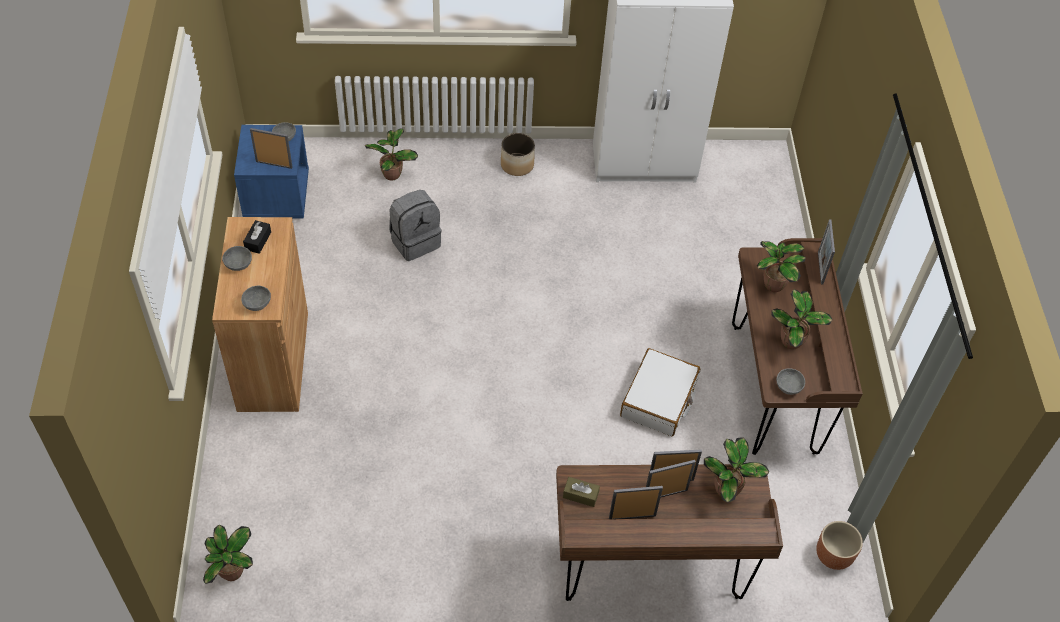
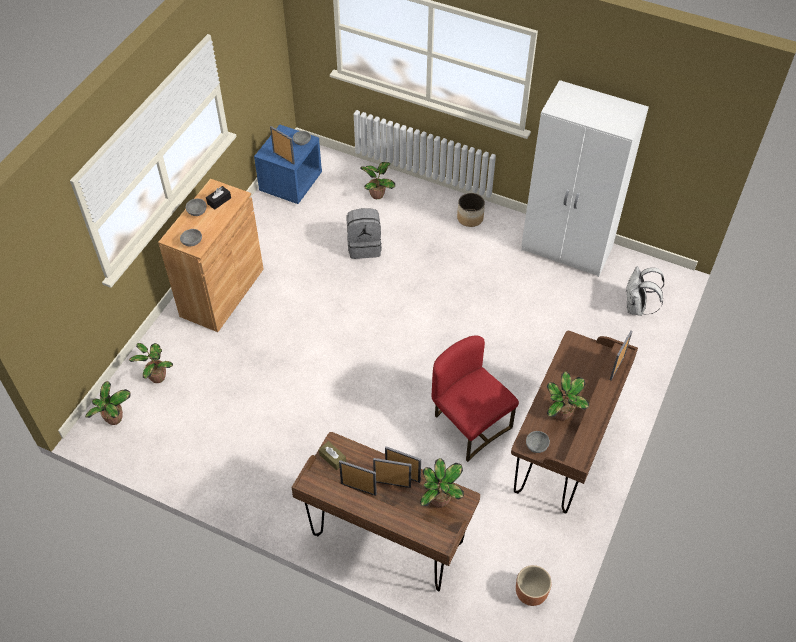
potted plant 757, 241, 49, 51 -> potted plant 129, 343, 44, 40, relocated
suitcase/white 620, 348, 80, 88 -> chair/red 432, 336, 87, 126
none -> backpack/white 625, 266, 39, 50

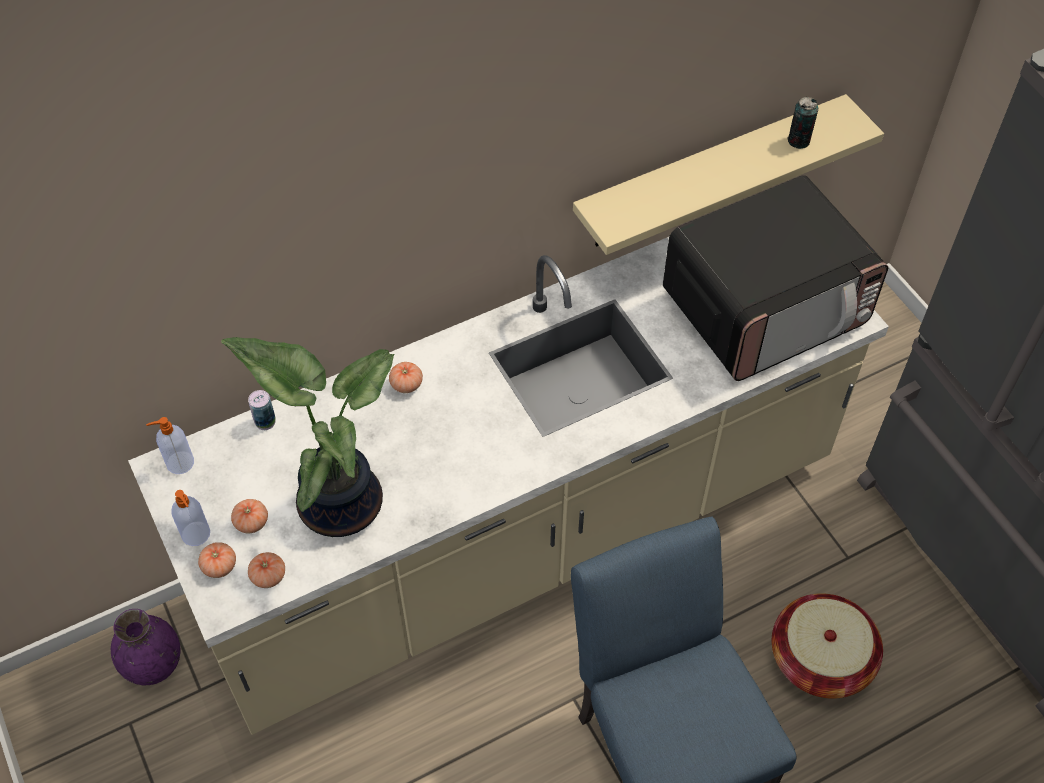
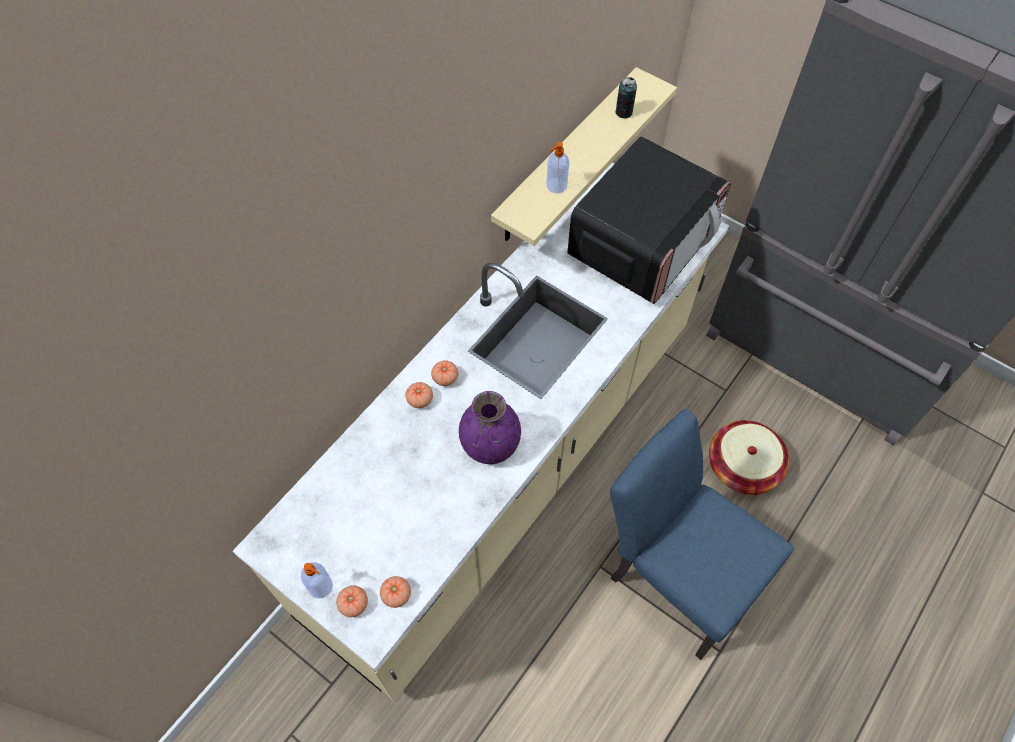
potted plant 221, 337, 174, 200 -> none
can 248, 390, 28, 40 -> none
soap dispenser 146, 417, 48, 57 -> soap dispenser 546, 142, 23, 52, relocated
tomato 231, 499, 37, 35 -> tomato 431, 360, 27, 26, relocated
vase/purple 111, 609, 70, 76 -> vase/purple 459, 391, 62, 73, relocated

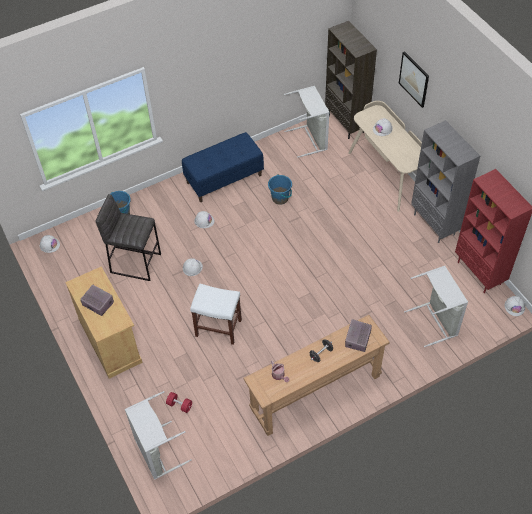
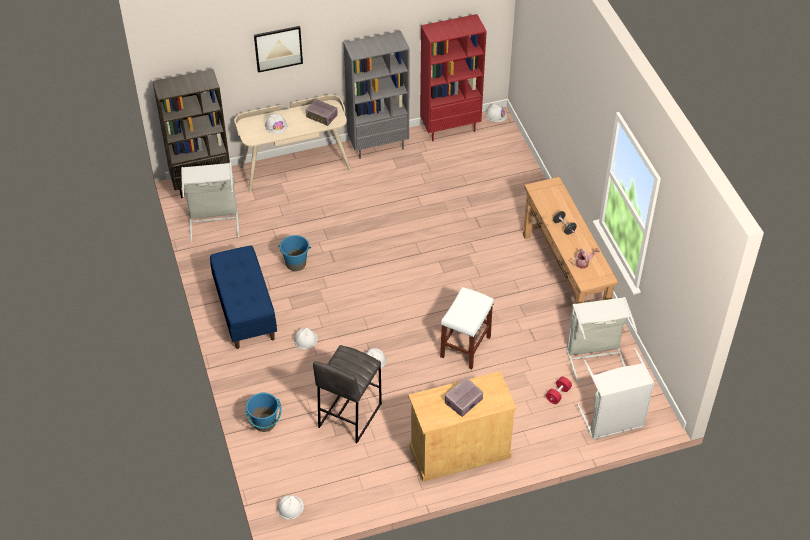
laundry basket/grey 404, 266, 64, 81 -> laundry basket/grey 566, 297, 72, 86, relocated
radio 345, 319, 27, 33 -> radio 306, 99, 31, 27, relocated

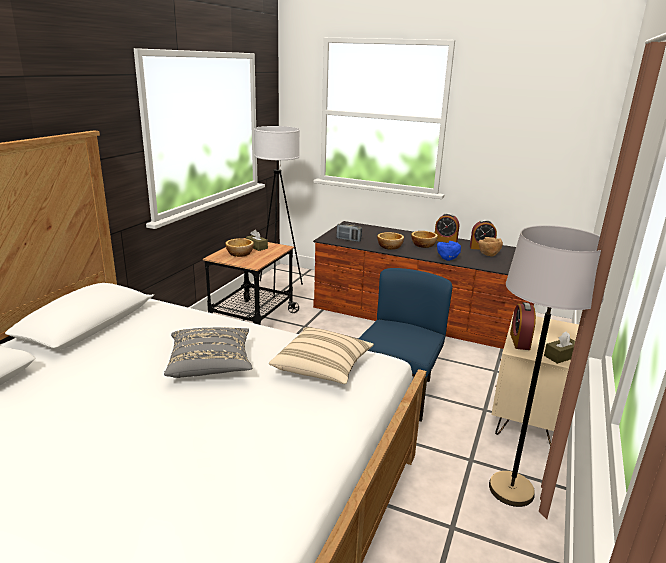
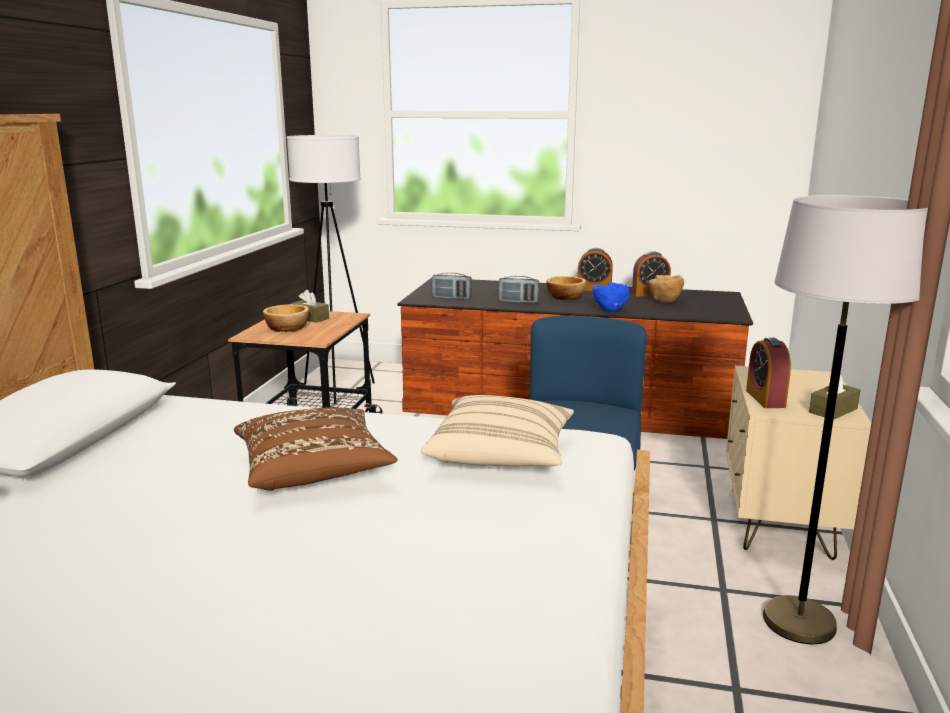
bowl 377, 232, 27, 18 -> radio 498, 276, 41, 27
pillow/grey 164, 327, 88, 51 -> pillow/brown 234, 407, 164, 84

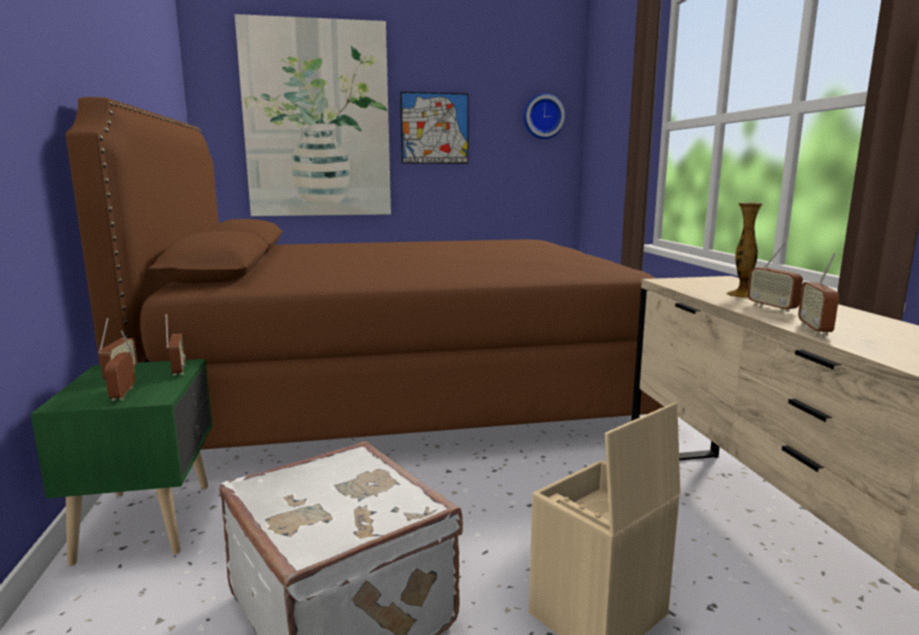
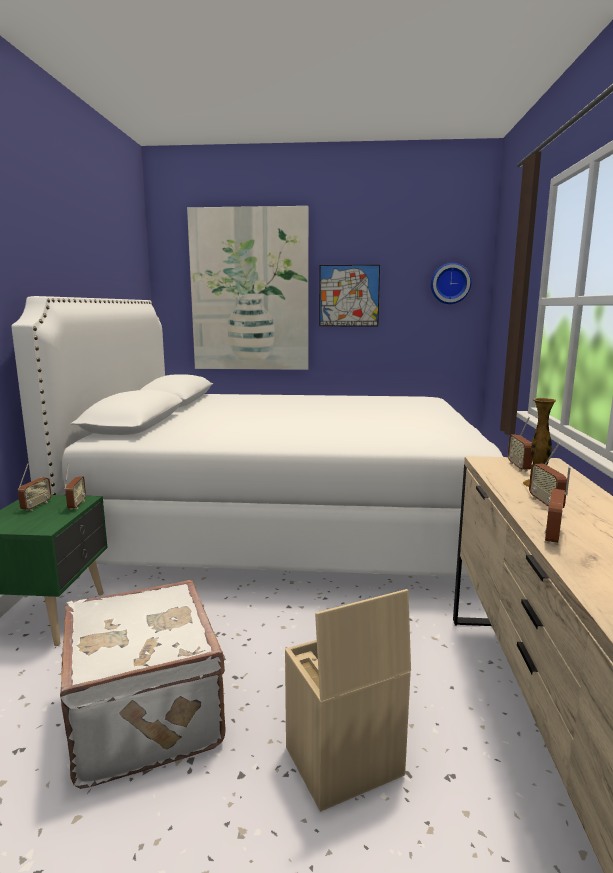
bed/brown 66, 97, 598, 353 -> bed/white 12, 296, 491, 281
radio 105, 331, 30, 70 -> radio 508, 417, 24, 55, relocated

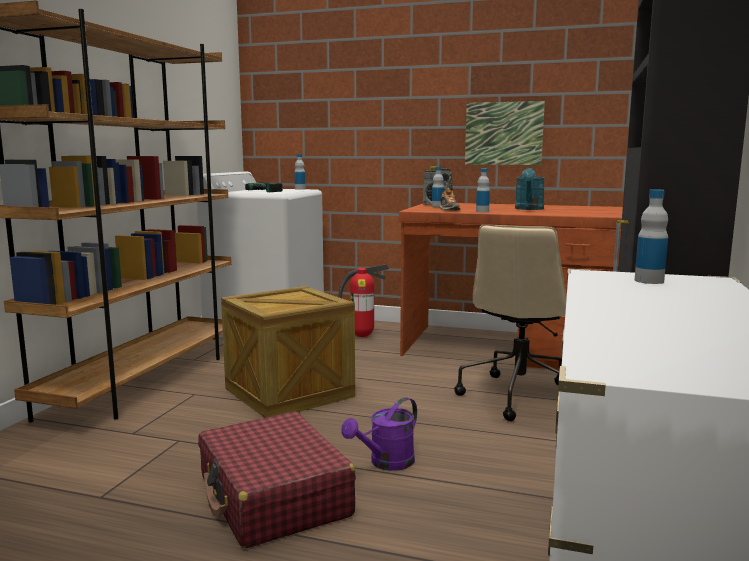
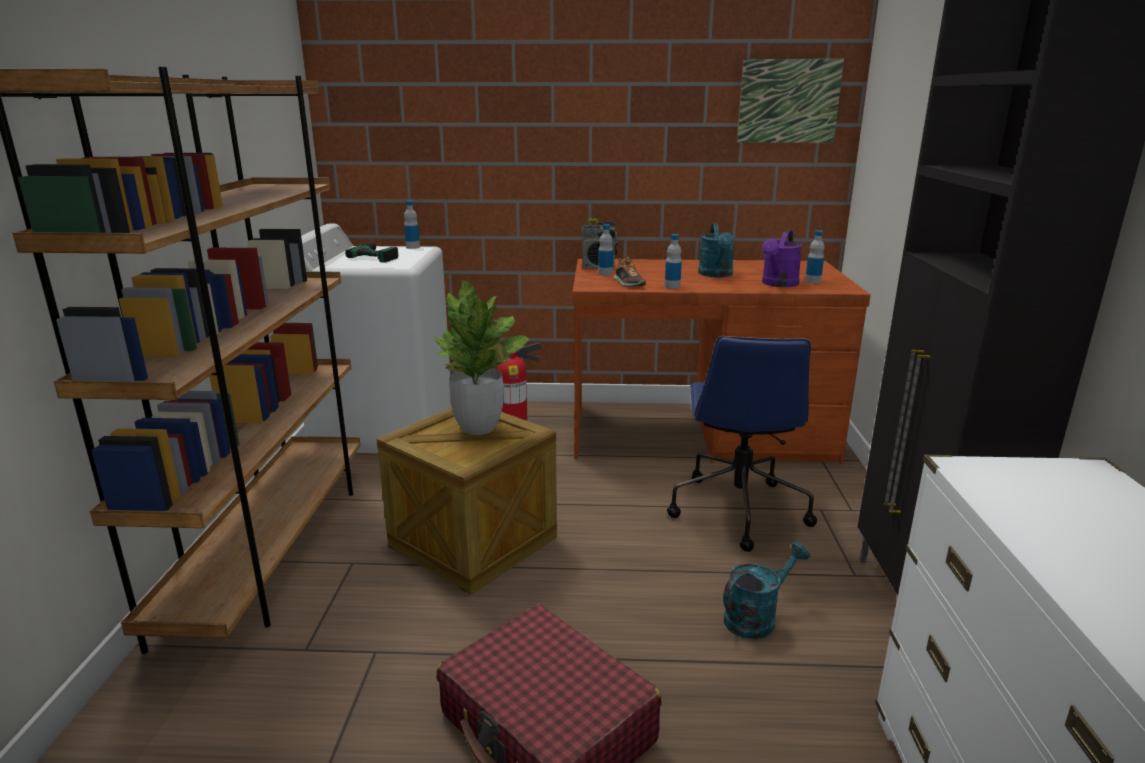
picture 465, 101, 80, 64 -> picture 737, 59, 107, 84, relocated
bottle 635, 189, 33, 95 -> bottle 805, 230, 20, 54, relocated
office chair/beige 454, 224, 113, 197 -> office chair/blue 667, 336, 150, 216
watering can/purple 341, 397, 76, 74 -> watering can/purple 762, 230, 40, 57, relocated
none -> potted plant 434, 280, 96, 155
none -> watering can/turquoise 723, 542, 87, 97

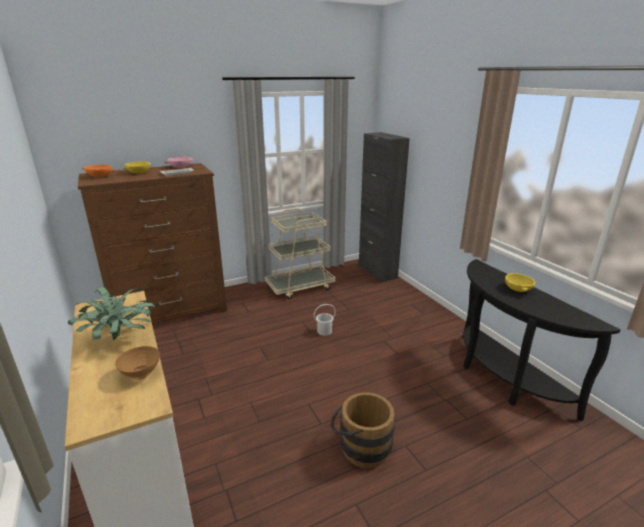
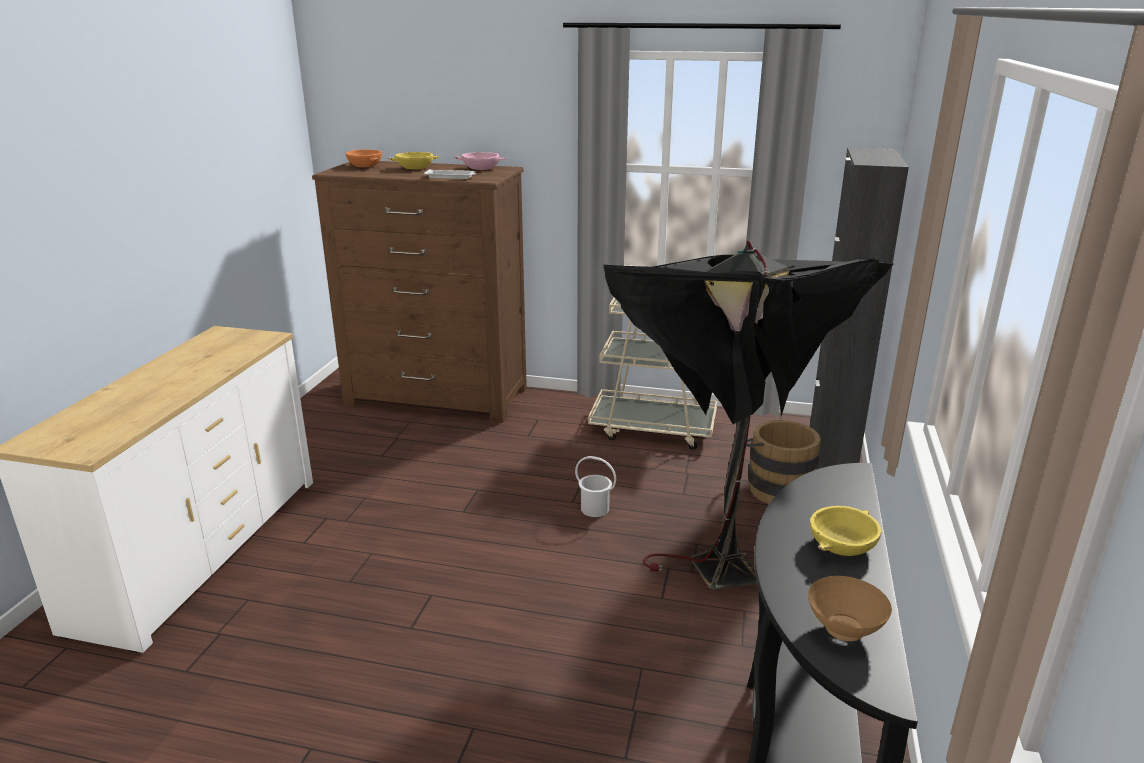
potted plant 68, 287, 87, 53 -> none
bowl/brown 115, 346, 45, 34 -> bowl/brown 808, 576, 84, 65, relocated
bucket/brown 331, 392, 64, 76 -> bucket/brown 746, 420, 75, 84, relocated
none -> floor lamp/black 604, 240, 289, 350

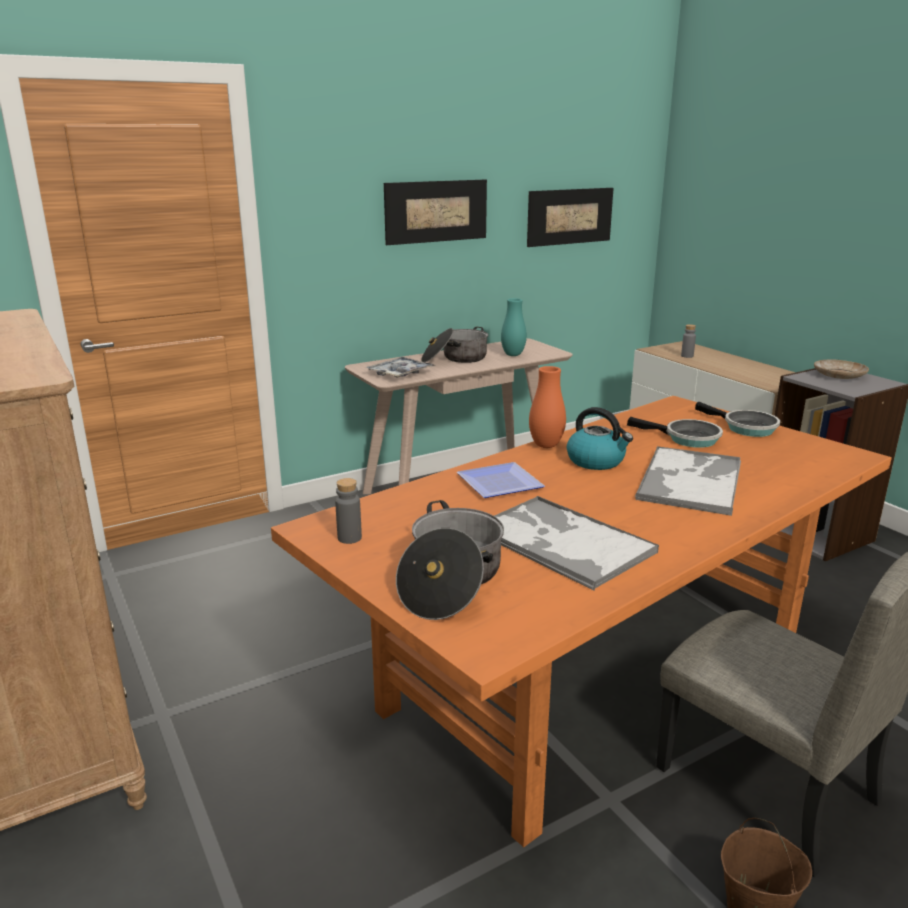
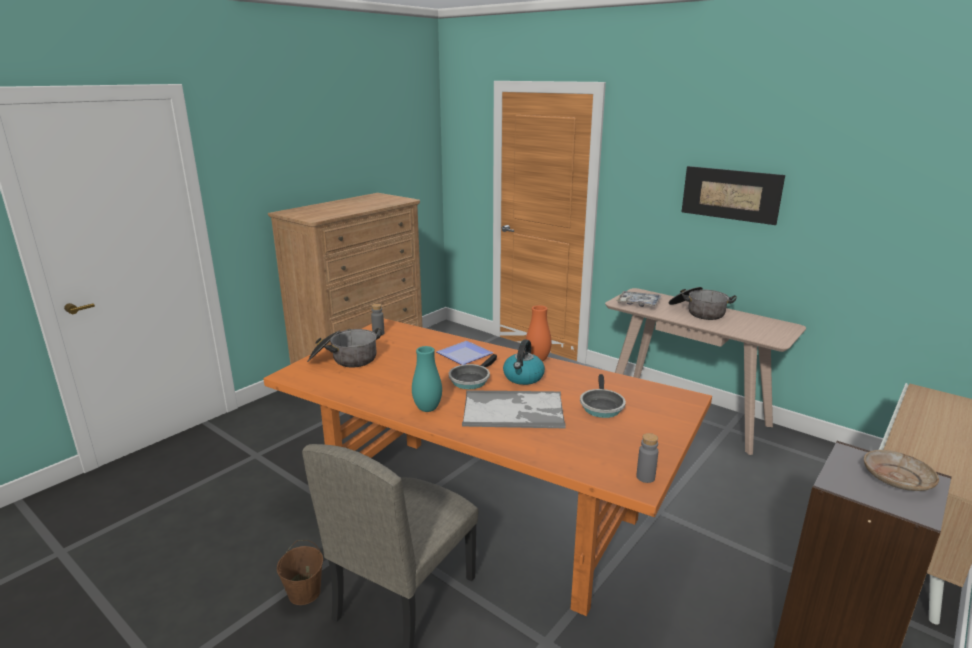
picture 527, 188, 87, 59 -> none
vase/turquoise 501, 298, 26, 58 -> vase/turquoise 412, 346, 30, 66, relocated
bottle/grey 681, 324, 15, 34 -> bottle/grey 636, 433, 22, 50, relocated
frying pan 695, 402, 85, 35 -> frying pan 449, 354, 48, 35, relocated
tray 494, 496, 165, 95 -> none

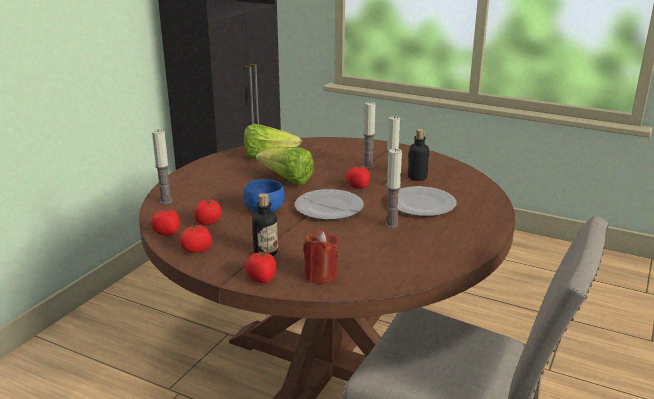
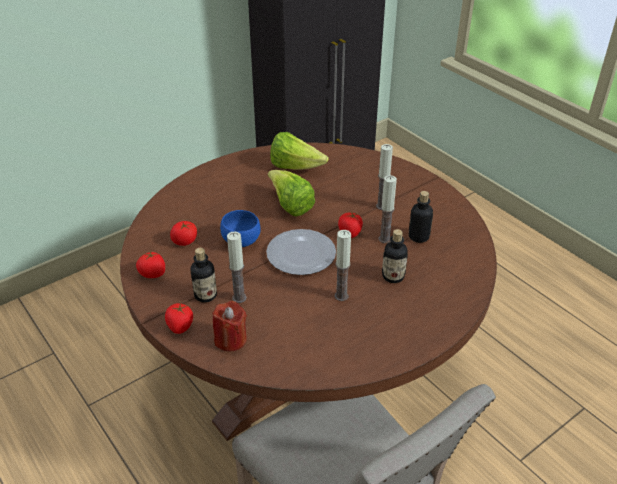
candle 152, 129, 21, 75 -> candle 227, 231, 20, 72, relocated
plate 397, 186, 60, 30 -> bottle 382, 229, 26, 54
tomato 151, 207, 29, 29 -> none

